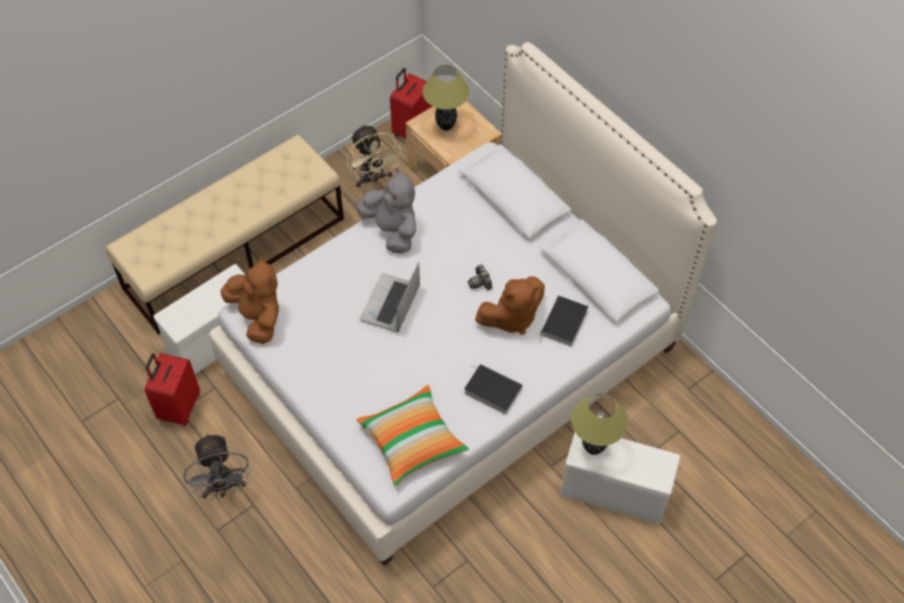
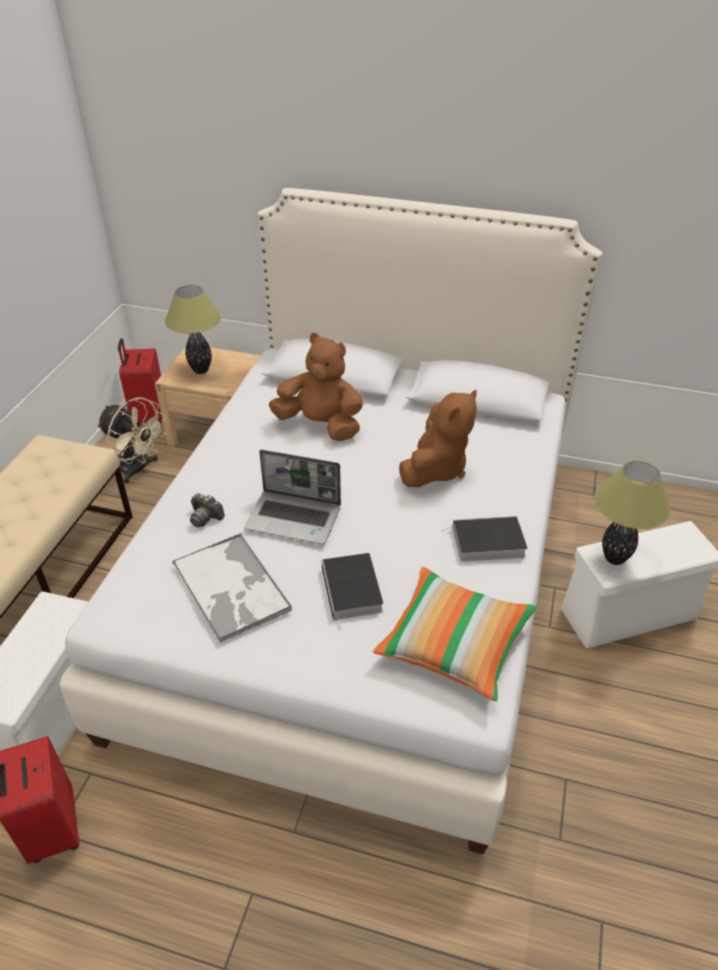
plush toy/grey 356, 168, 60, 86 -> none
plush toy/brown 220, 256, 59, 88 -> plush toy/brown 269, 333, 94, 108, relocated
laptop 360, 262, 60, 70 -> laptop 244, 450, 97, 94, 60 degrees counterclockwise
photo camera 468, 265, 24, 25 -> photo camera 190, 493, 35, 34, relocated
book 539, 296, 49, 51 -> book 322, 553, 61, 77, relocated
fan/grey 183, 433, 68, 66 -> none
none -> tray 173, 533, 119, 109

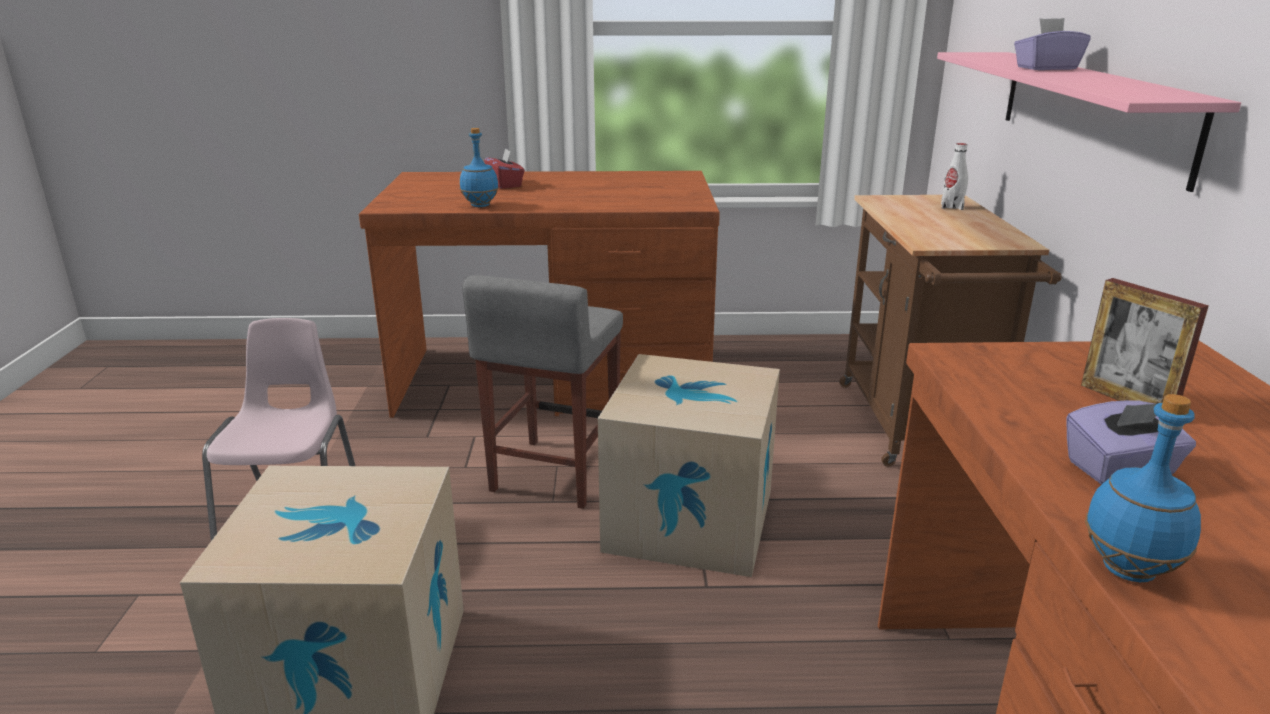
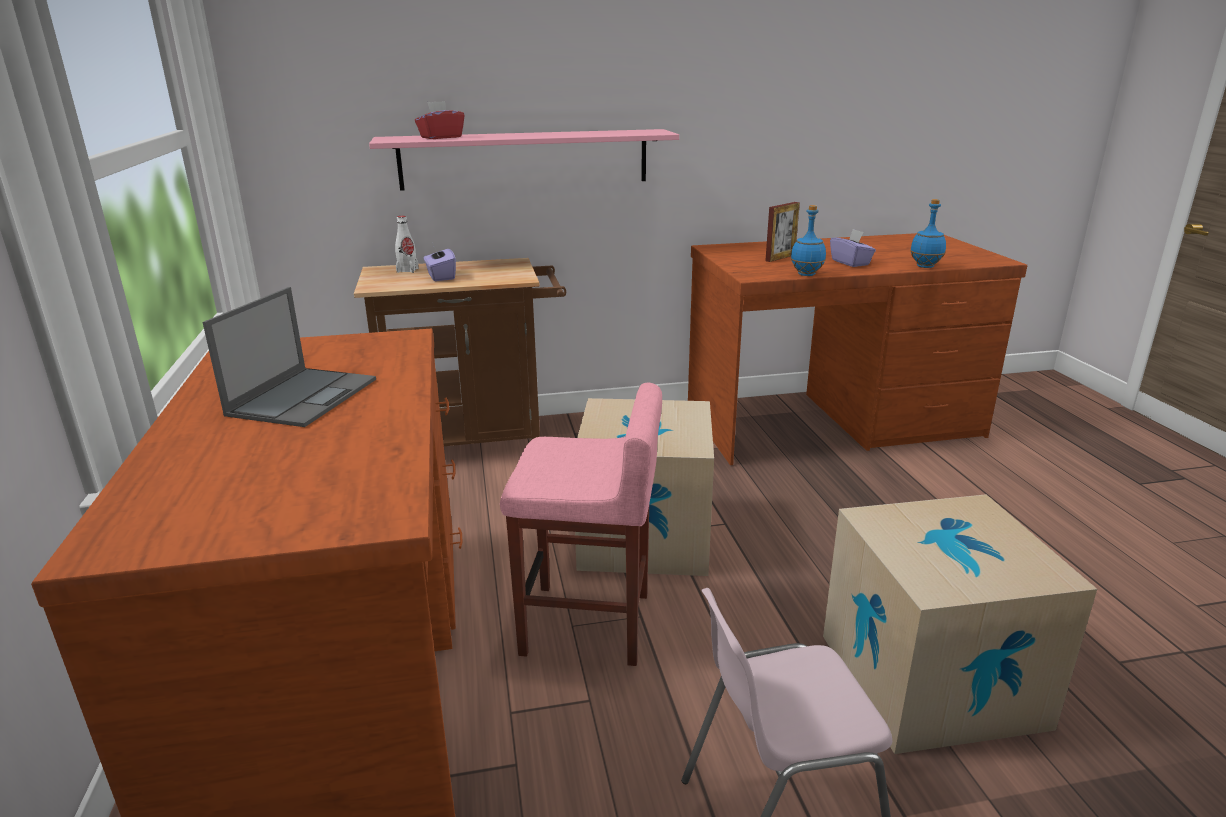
tissue box/purple 1014, 18, 77, 52 -> tissue box/purple 423, 242, 33, 39, relocated
bottle/blue 460, 128, 39, 79 -> bottle/blue 791, 205, 35, 71, relocated
tissue box/red 484, 148, 41, 41 -> tissue box/red 415, 101, 50, 38, relocated
stool/grey 462, 275, 161, 234 -> stool/pink 500, 383, 162, 283
none -> laptop 203, 287, 173, 140

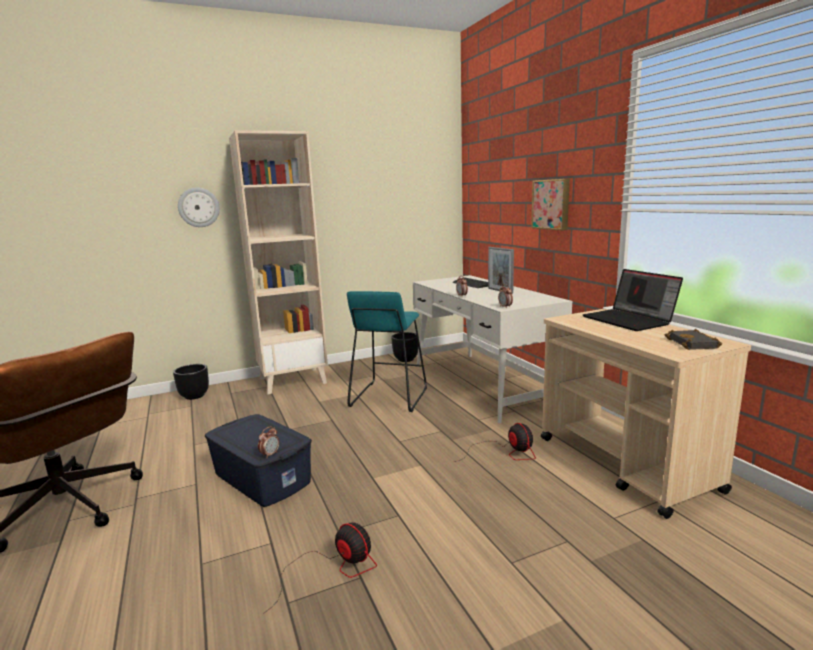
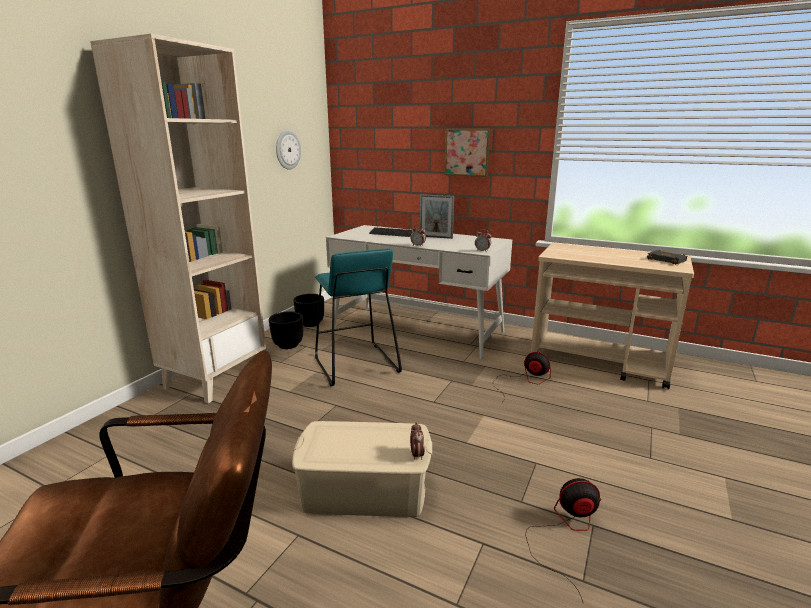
wall clock 178, 188, 42, 39 -> wall clock 276, 130, 25, 40, relocated
laptop 583, 269, 100, 62 -> none
planter/black 173, 364, 36, 36 -> planter/black 269, 311, 34, 38, relocated
storage box/blue 205, 414, 107, 93 -> storage box/beige 292, 421, 140, 96

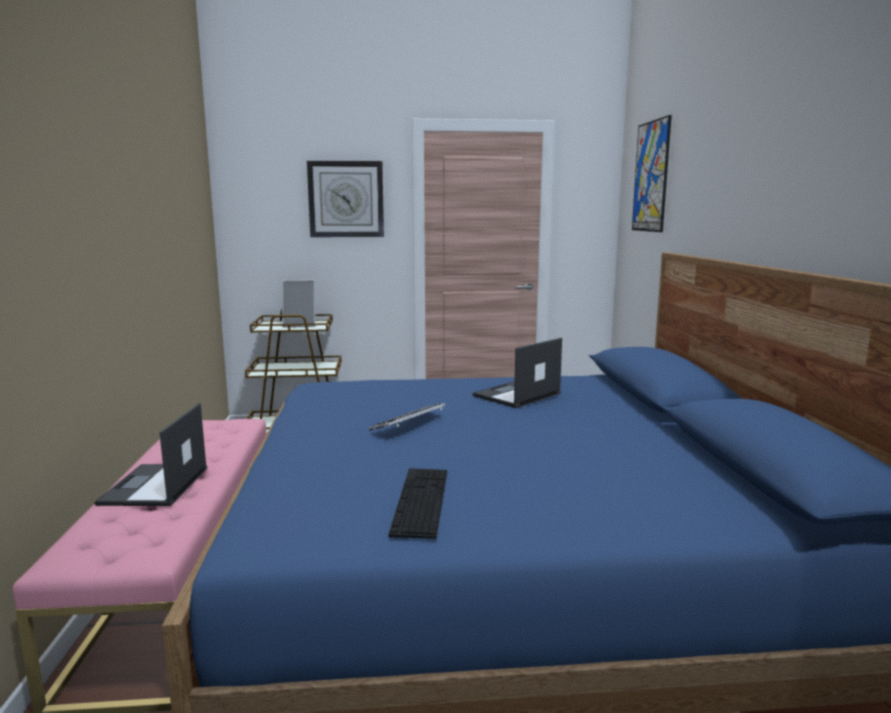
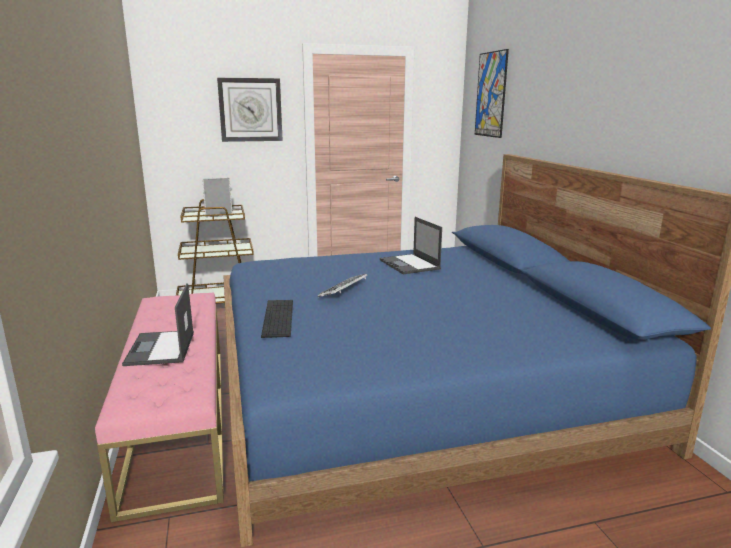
laptop 472, 338, 90, 70 -> laptop 380, 217, 62, 57, 60 degrees counterclockwise
keyboard 389, 468, 58, 71 -> keyboard 261, 300, 32, 38, relocated

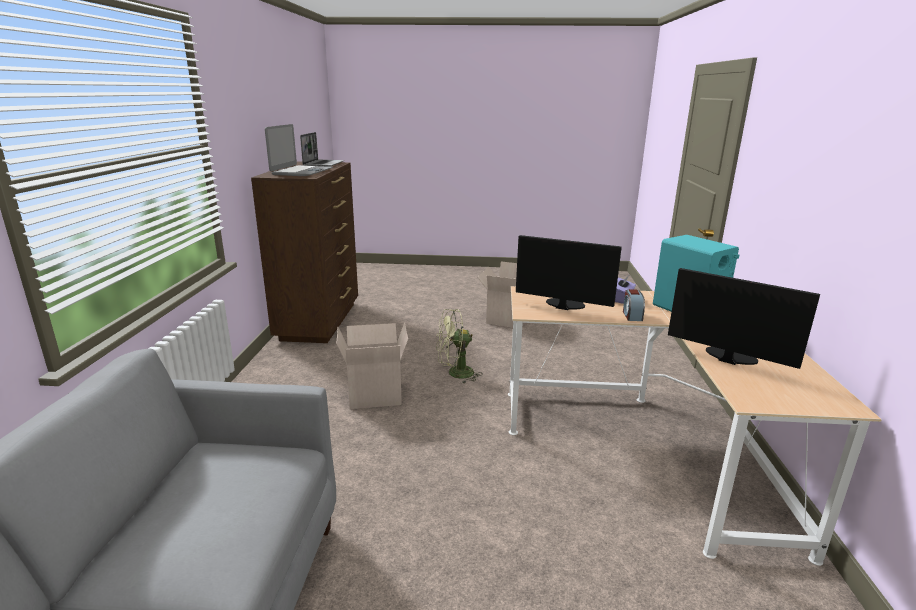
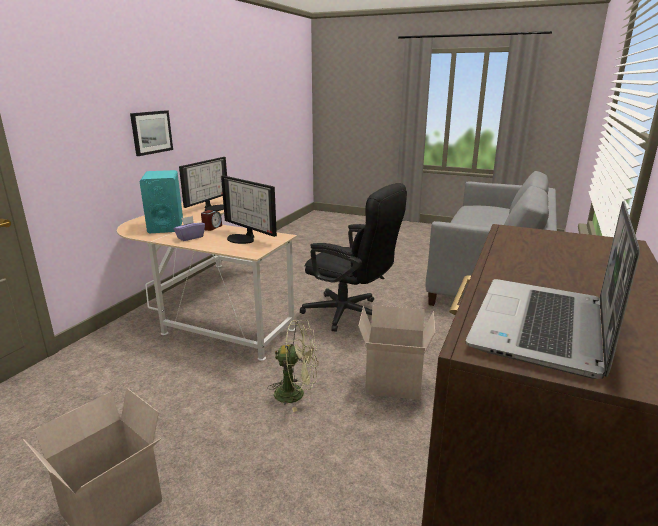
laptop 265, 124, 68, 52 -> none
monitor 668, 268, 152, 101 -> monitor 179, 157, 48, 54, 120 degrees counterclockwise
none -> picture 130, 110, 43, 46
none -> office chair/black 300, 183, 107, 149

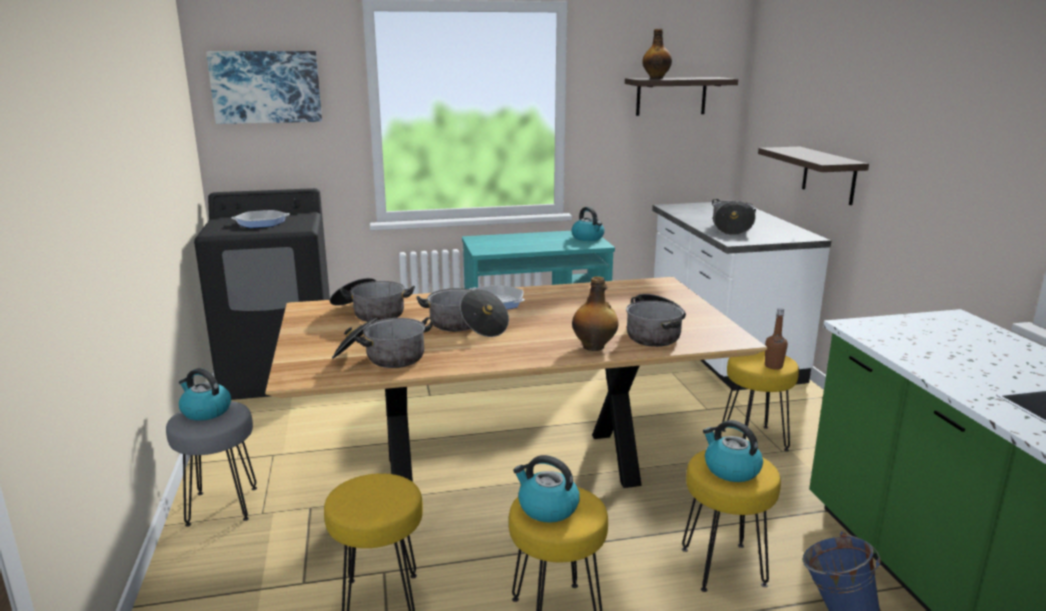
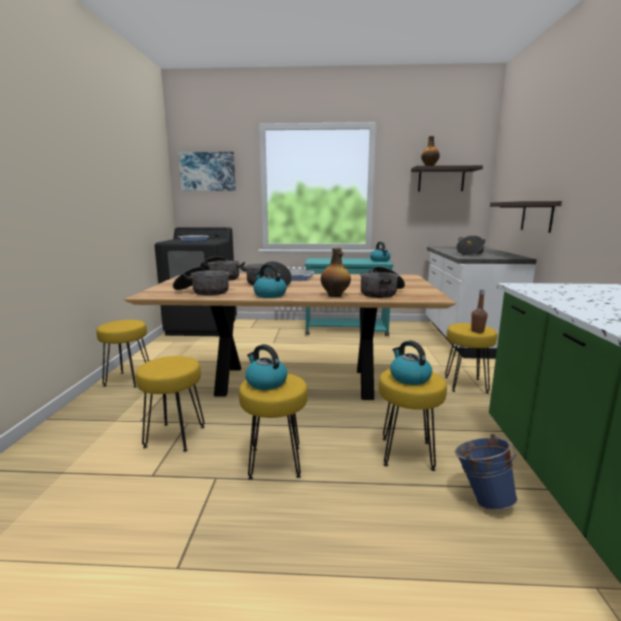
kettle 179, 368, 52, 53 -> kettle 253, 264, 34, 34, relocated
stool/grey 166, 401, 91, 126 -> stool/yellow 96, 320, 53, 68

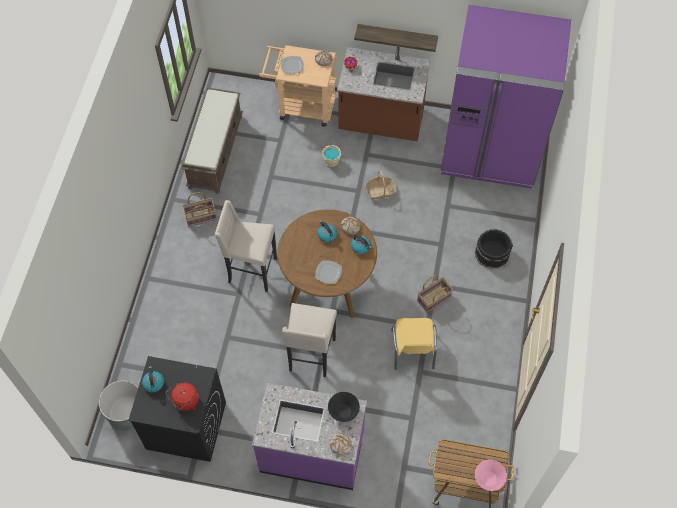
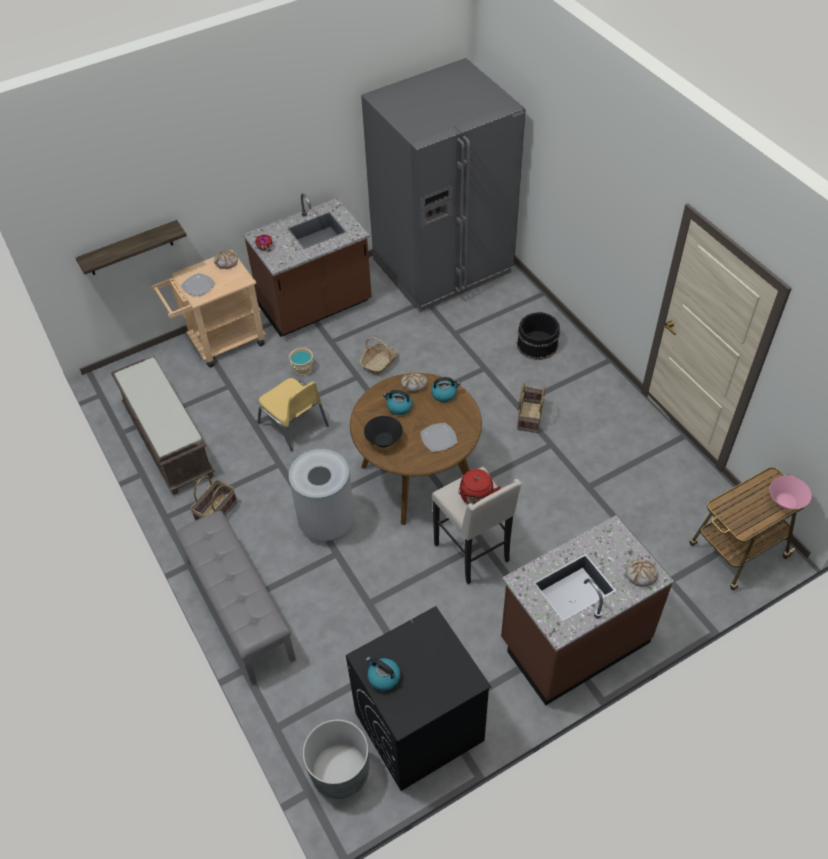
fridge/purple 441, 5, 130, 184 -> fridge/grey 361, 58, 165, 254
shelf 354, 24, 84, 28 -> shelf 75, 220, 112, 55, relocated
stool/beige 215, 200, 62, 92 -> trash can/grey 289, 449, 66, 93
chair/yellow 391, 318, 46, 52 -> chair/yellow 258, 378, 71, 74, relocated
kettle/red 166, 383, 33, 28 -> kettle/red 458, 469, 43, 36, relocated
counter/purple 252, 383, 115, 107 -> counter/brown 501, 515, 173, 190
bowl/black 328, 392, 32, 30 -> bowl/black 364, 416, 39, 32, relocated
none -> bench/grey 175, 511, 121, 172

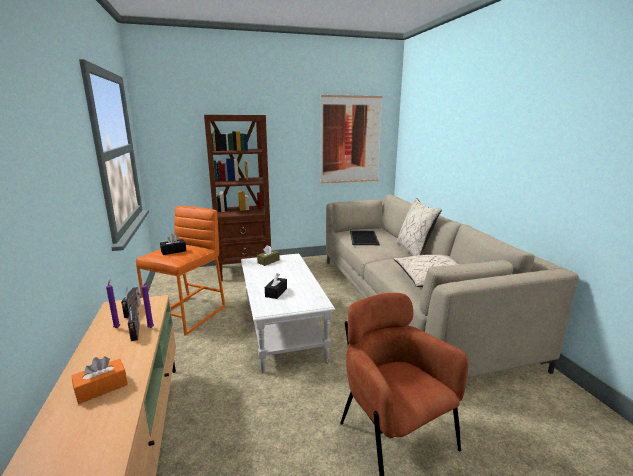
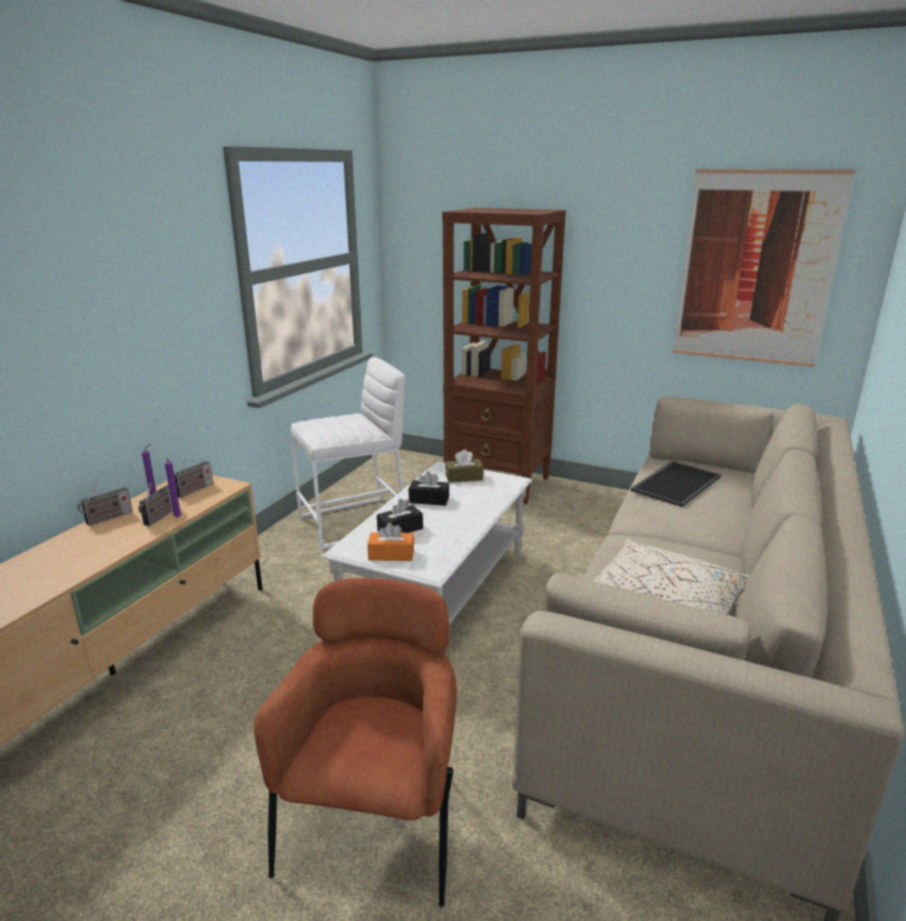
pillow/beige 396, 198, 46, 58 -> none
stool/orange 136, 206, 89, 130 -> stool/white 291, 357, 114, 193
tissue box/black 160, 234, 26, 21 -> tissue box/black 409, 471, 40, 35, relocated
tissue box/orange 71, 356, 57, 48 -> tissue box/orange 367, 523, 47, 38, relocated
none -> radio 77, 484, 56, 42

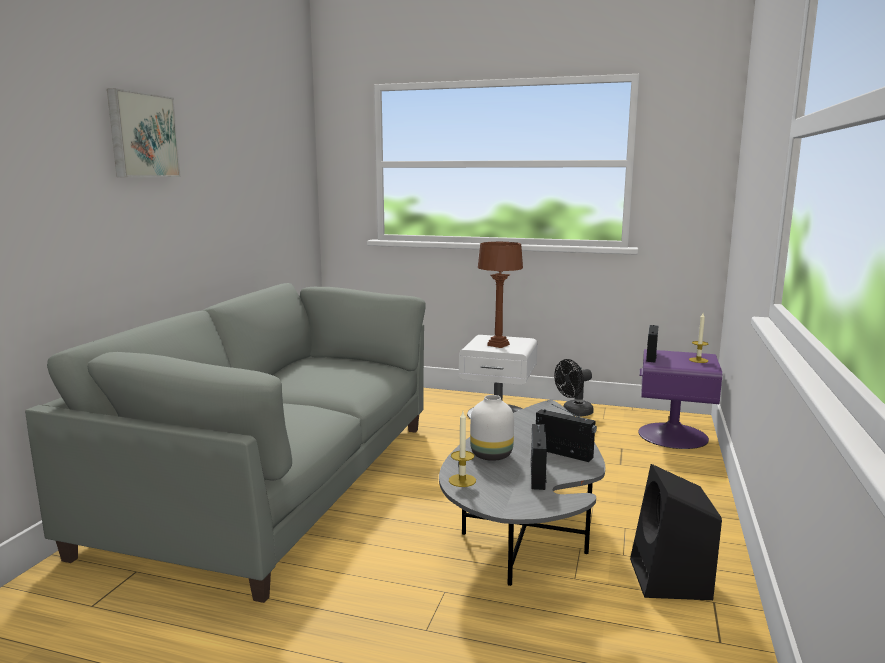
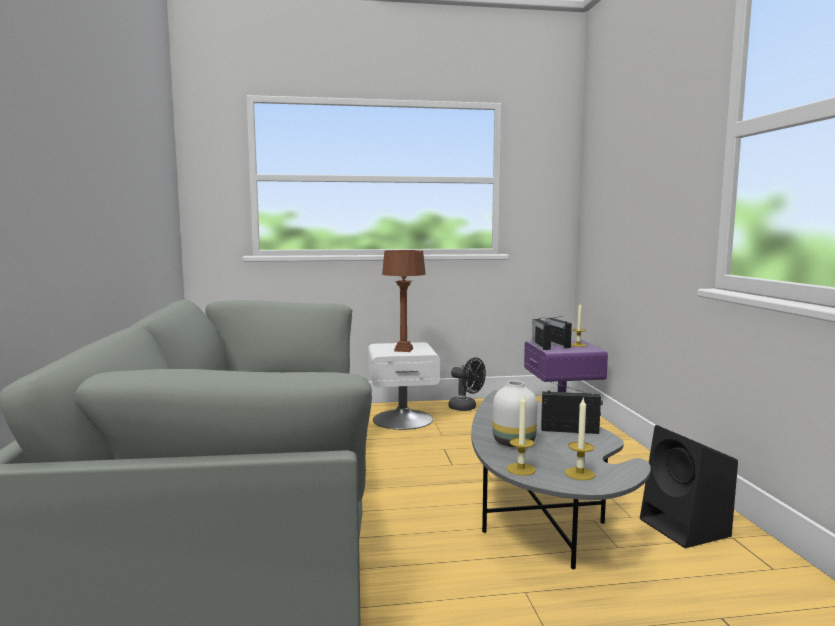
picture 107, 88, 74, 89 -> none
fan/black 554, 359, 40, 57 -> fan/black 448, 357, 38, 54, 90 degrees counterclockwise
radio 531, 424, 16, 66 -> radio 546, 315, 26, 33, relocated
none -> candle 565, 397, 30, 83

